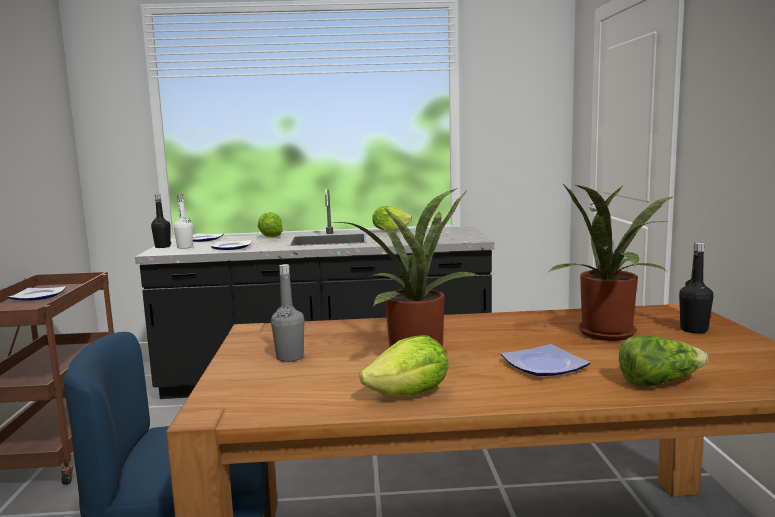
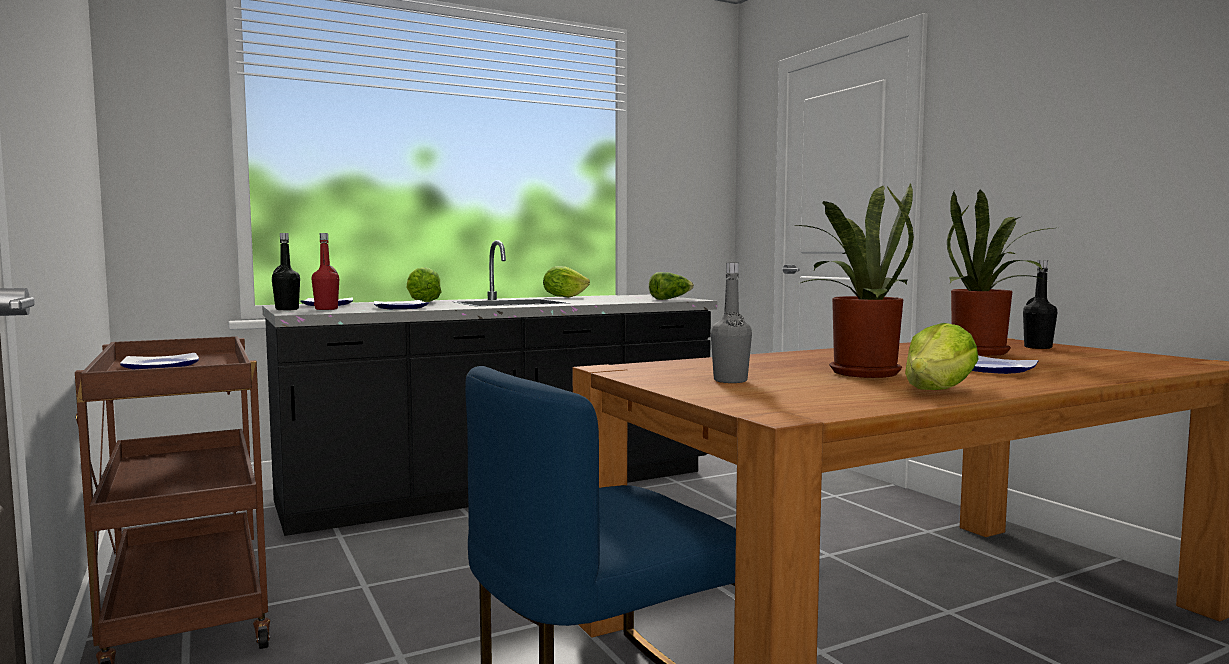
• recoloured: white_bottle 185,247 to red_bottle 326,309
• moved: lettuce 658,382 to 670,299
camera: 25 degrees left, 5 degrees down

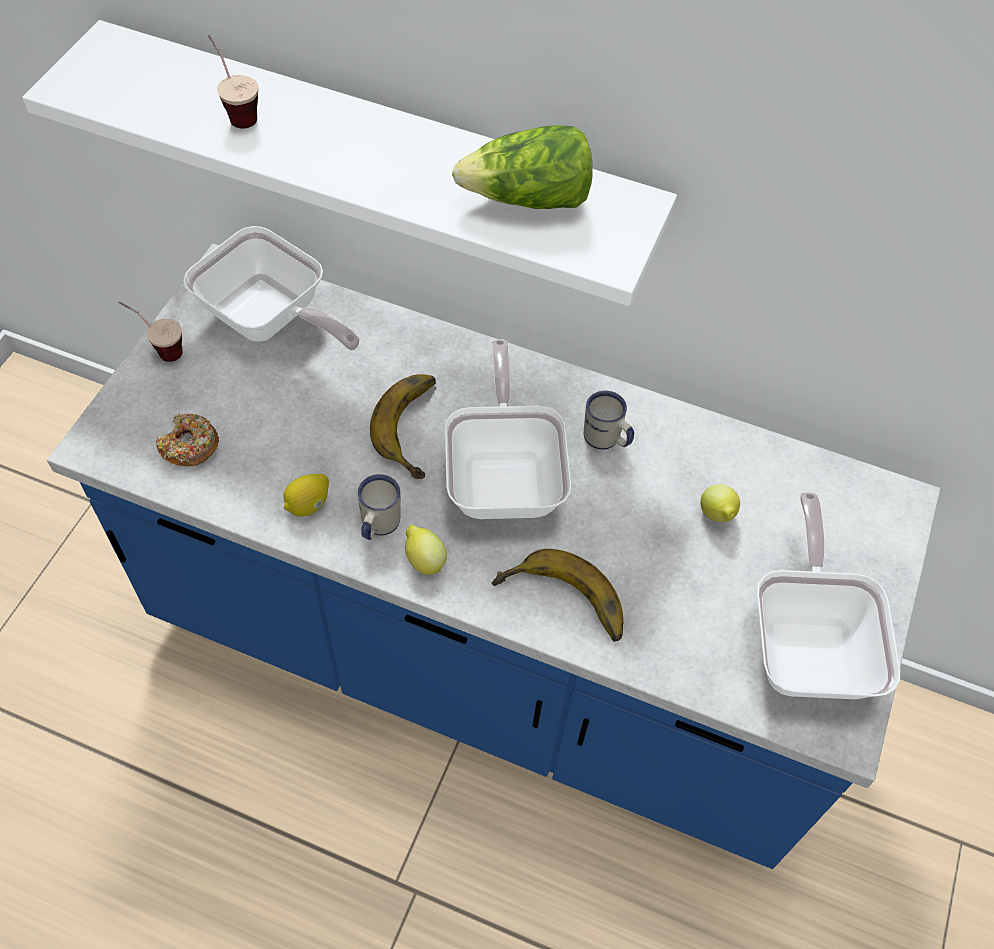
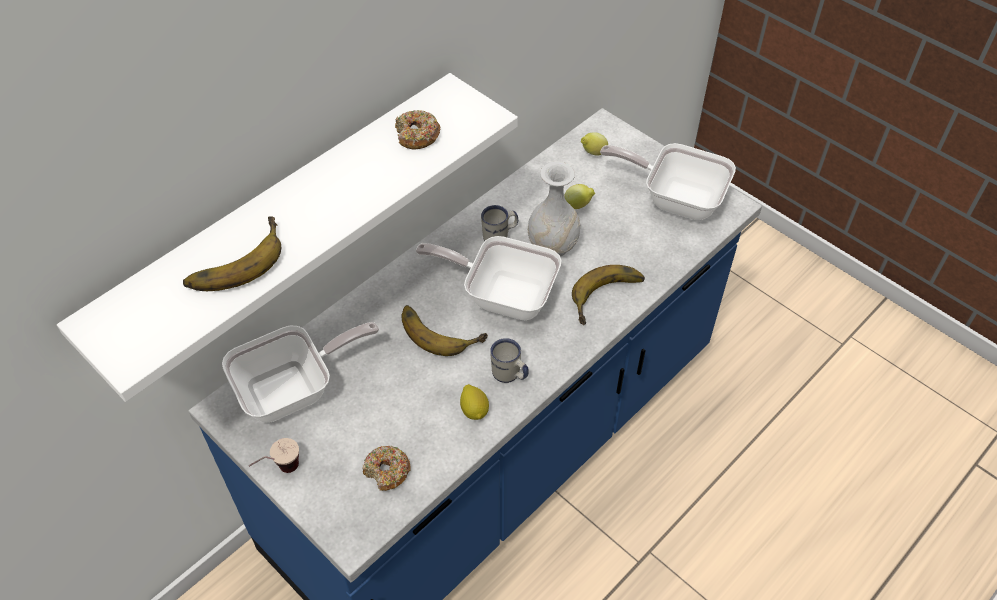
• replaced: cup 236,111 to banana 233,260
• replaced: lettuce 528,200 to donut 417,136
• added: white_vase 553,246
• moved: lemon 424,560 to 593,153
camera: 65 degrees left, 5 degrees down

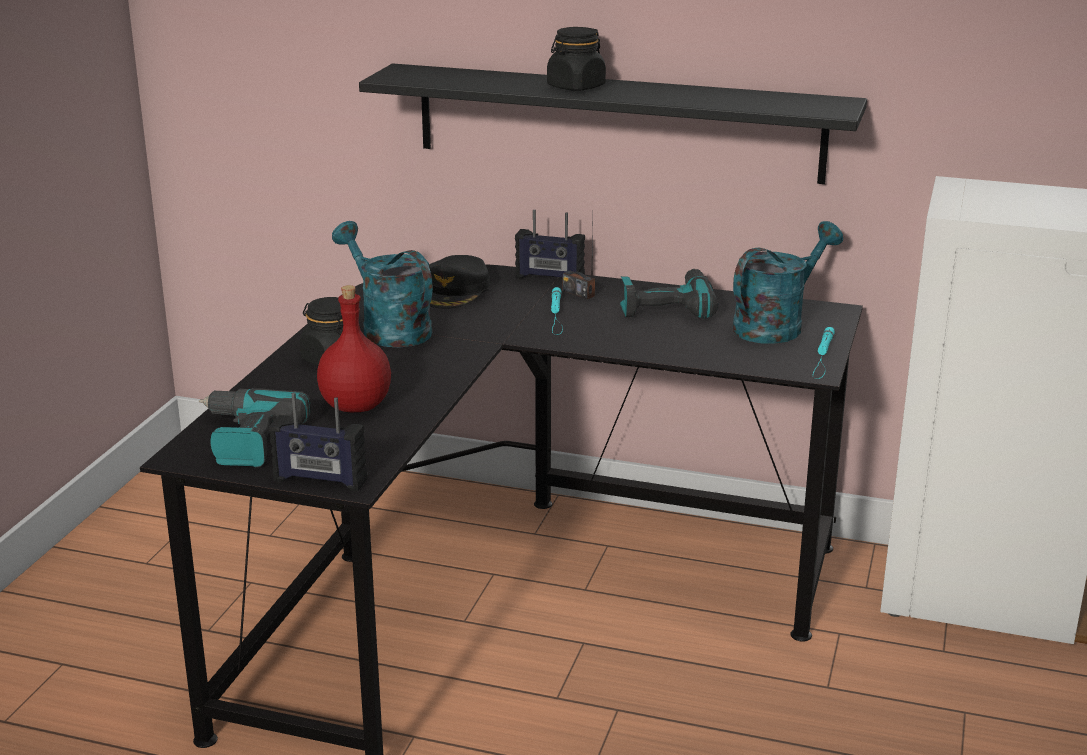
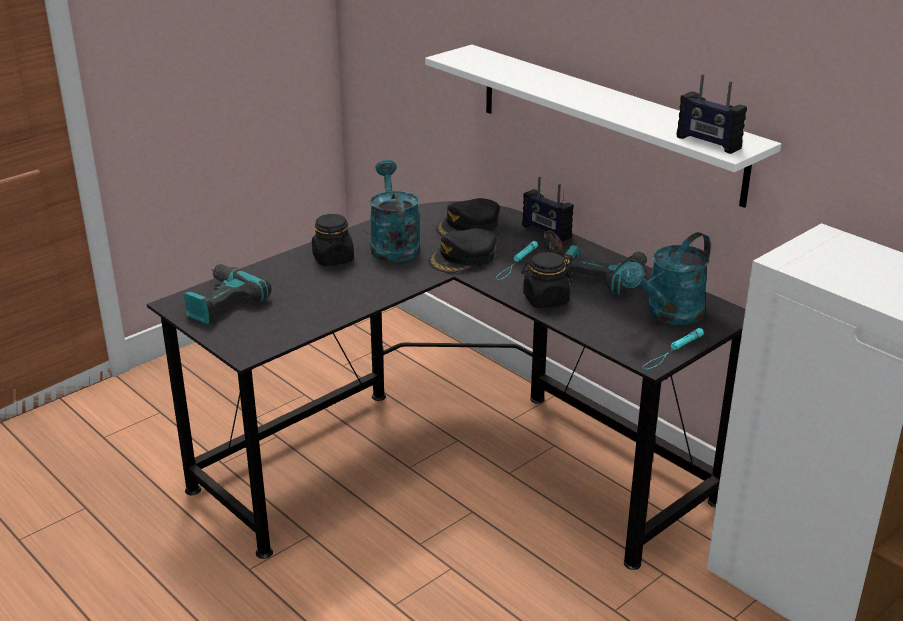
• recoloured: black_shelf 617,122 to white_shelf 607,122
• added: black_cap 463,258
• moved: black_jar 575,87 to 545,300
• turned: turquoise_watering_can 776,325 = 668,315 150 degrees clockwise
• moved: radio 320,481 to 708,143
• removed: red_bottle 354,406
camera: 30 degrees right, 5 degrees up

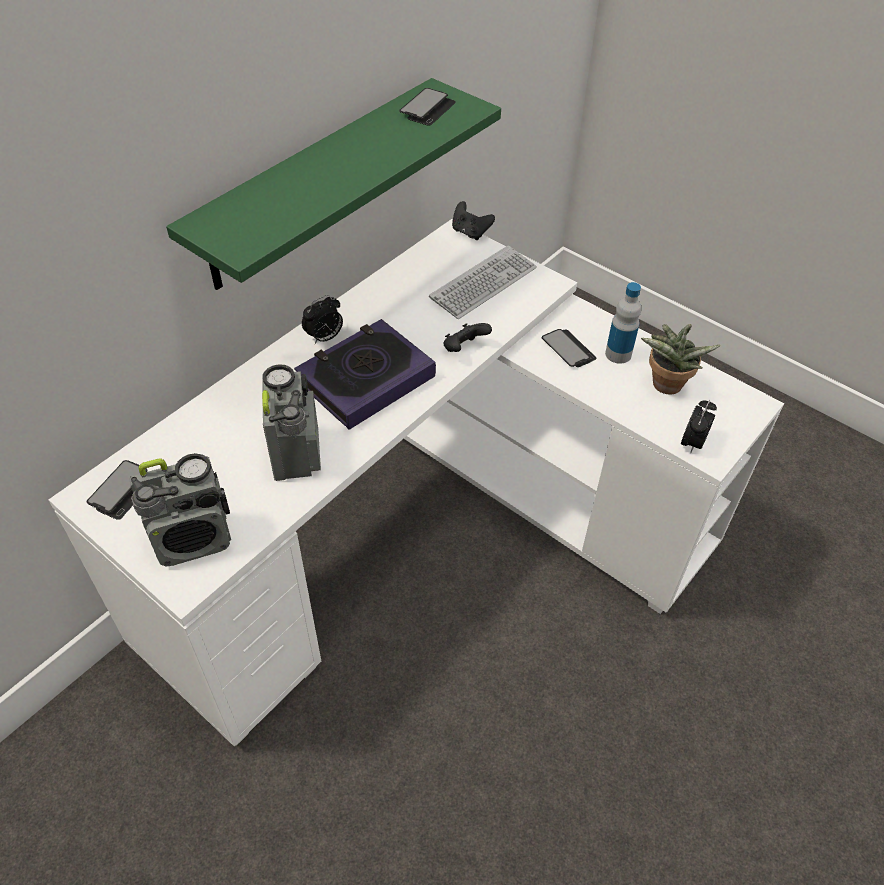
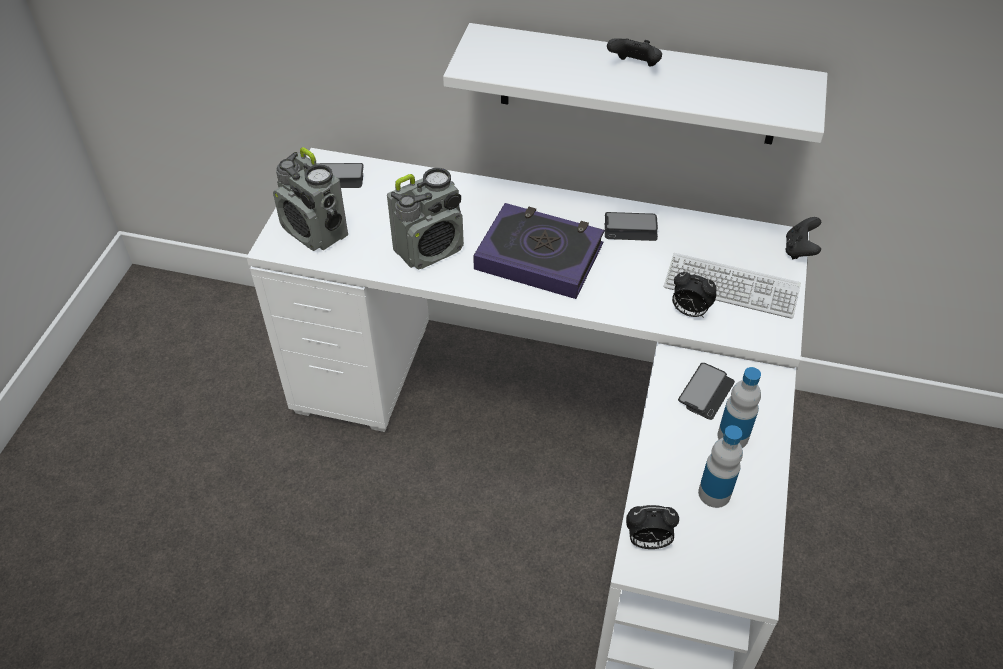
• recoloured: green_shelf 316,184 to white_shelf 638,85
• moved: phone 427,109 to 630,228
• moved: black_game_controller 464,349 to 634,66
• moved: alarm_clock 324,338 to 689,312
• replaced: potted_plant 665,387 to bottle 714,493
camera: 65 degrees right, 0 degrees up

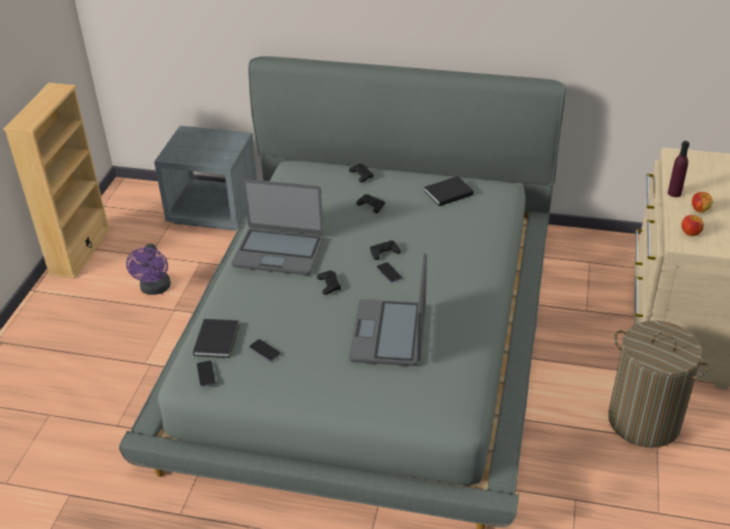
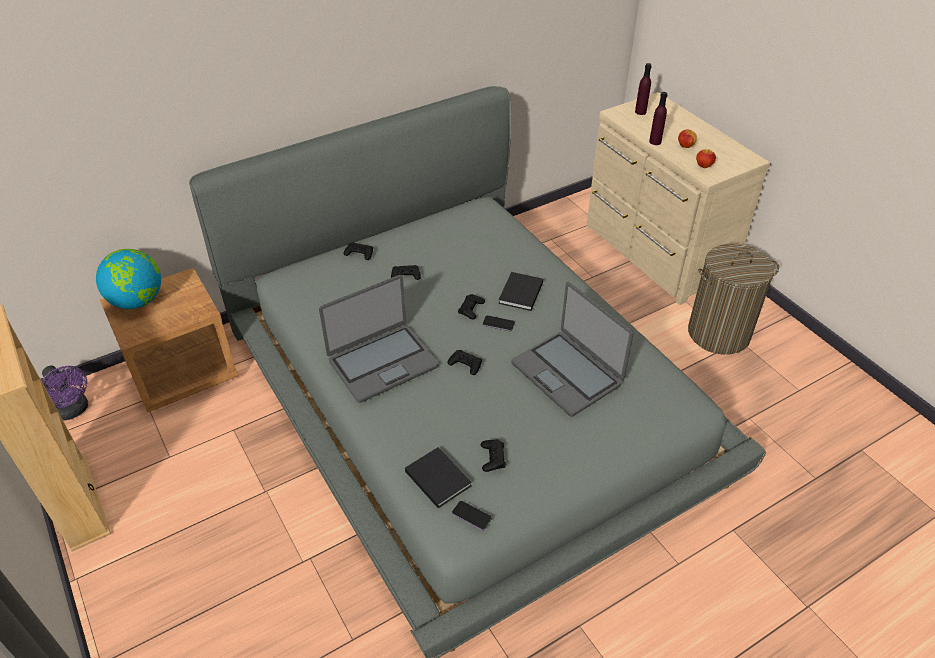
• moved: purple_fan 155,289 to 74,410
• added: globe 137,301
• recoloured: grey_nightstand 214,210 to brown_nightstand 183,372
• replaced: phone 265,351 to black_game_controller 493,458
• moved: black_book 447,193 to 519,293
• added: purple_bottle 640,112
camera: 45 degrees left, 5 degrees up

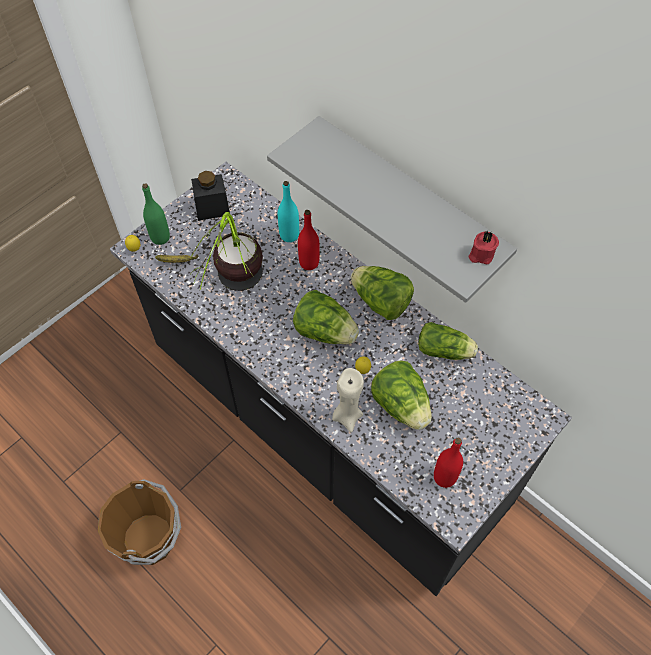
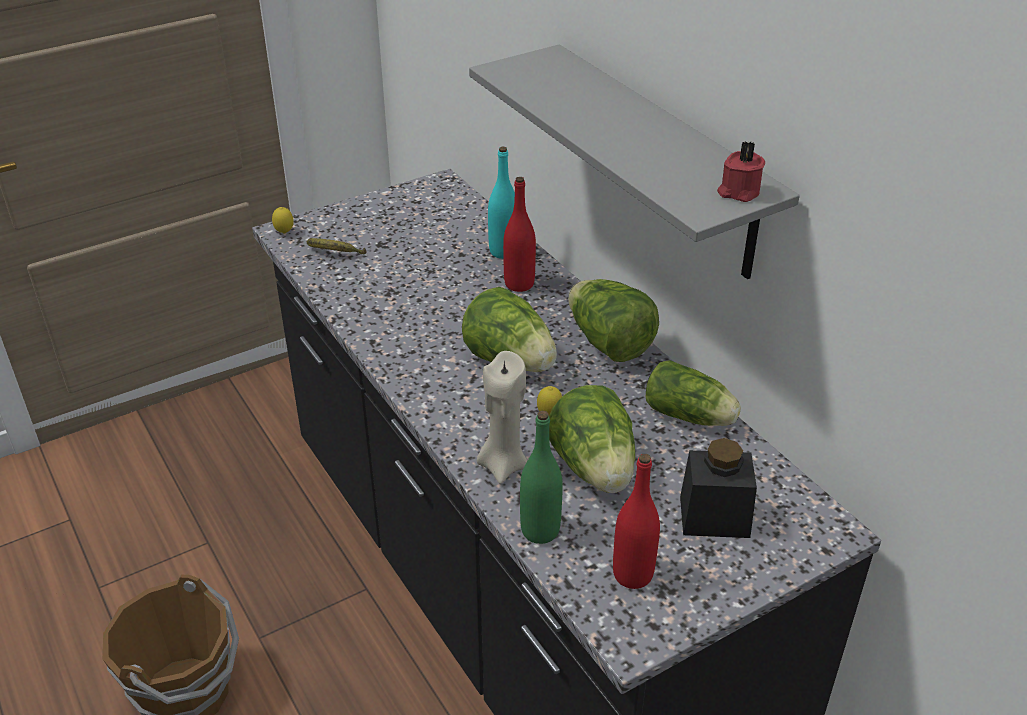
• moved: green_bottle 160,238 to 540,530
• moved: black_jar 212,208 to 714,517
• removed: potted_plant 237,295
camera: 15 degrees right, 20 degrees down

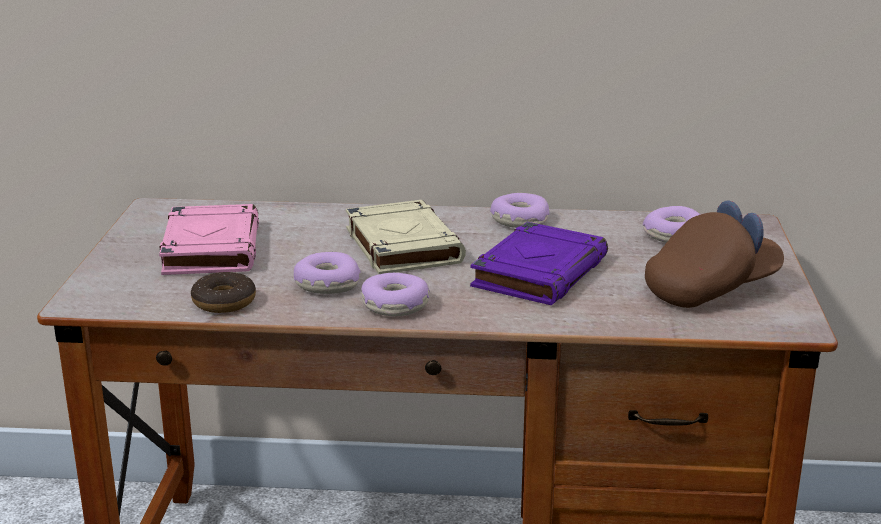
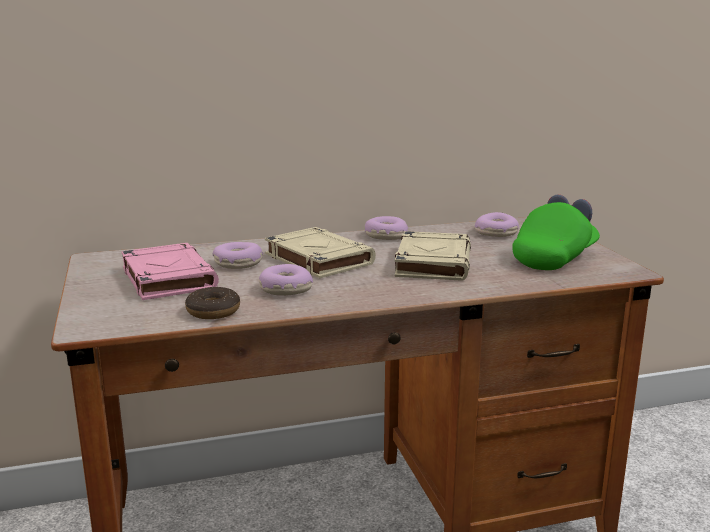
• moved: donut 395,305 to 238,263
• recoloured: purple_book 539,272 to beige_book 432,263
• recoloured: brown_cap 711,289 to green_cap 555,258
camera: 20 degrees left, 5 degrees down

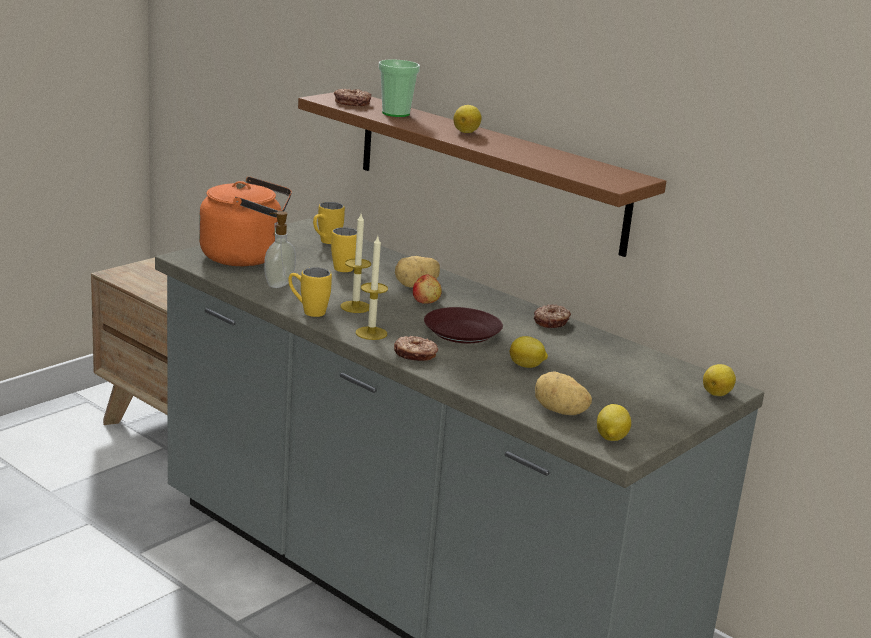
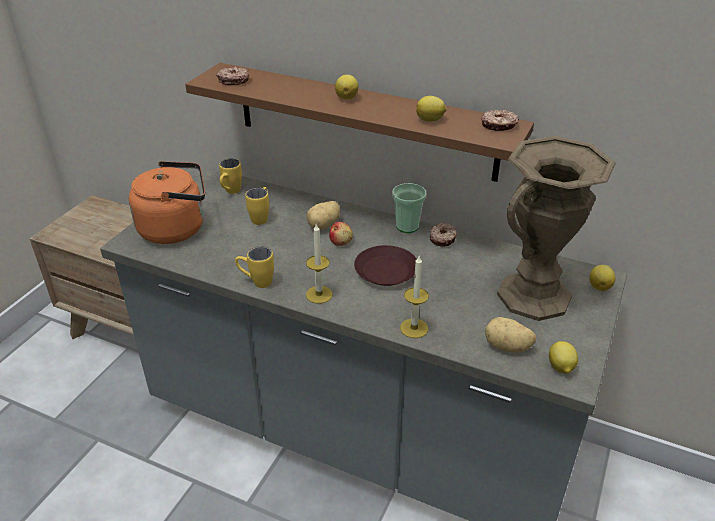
• moved: cup 395,113 to 407,226
• moved: candle 355,307 to 414,328
• moved: lemon 527,366 to 430,120
• moved: donut 415,355 to 498,126
• added: brown_vase 534,296
• removed: soap_dispenser 278,284
camera: 15 degrees left, 15 degrees up

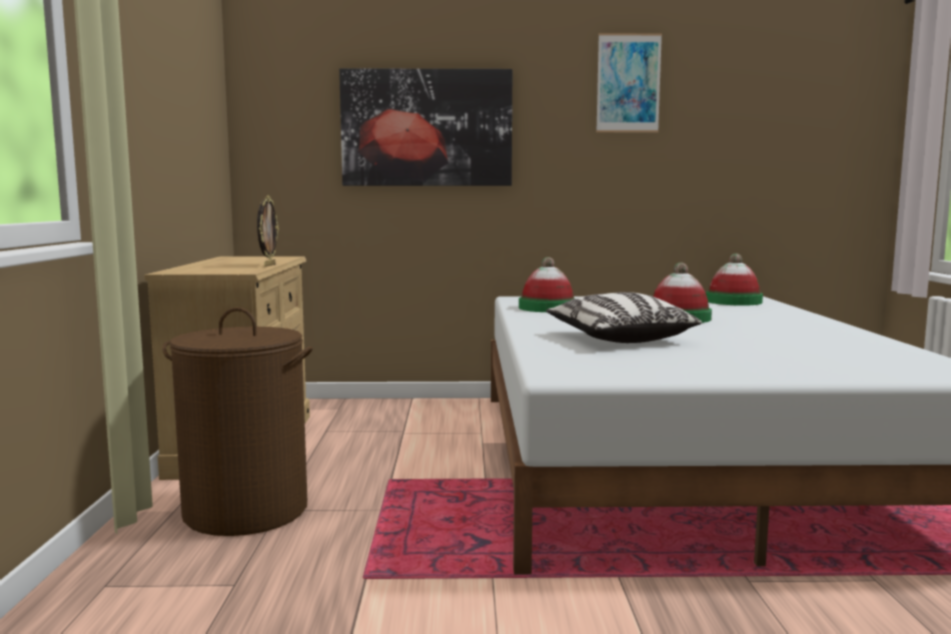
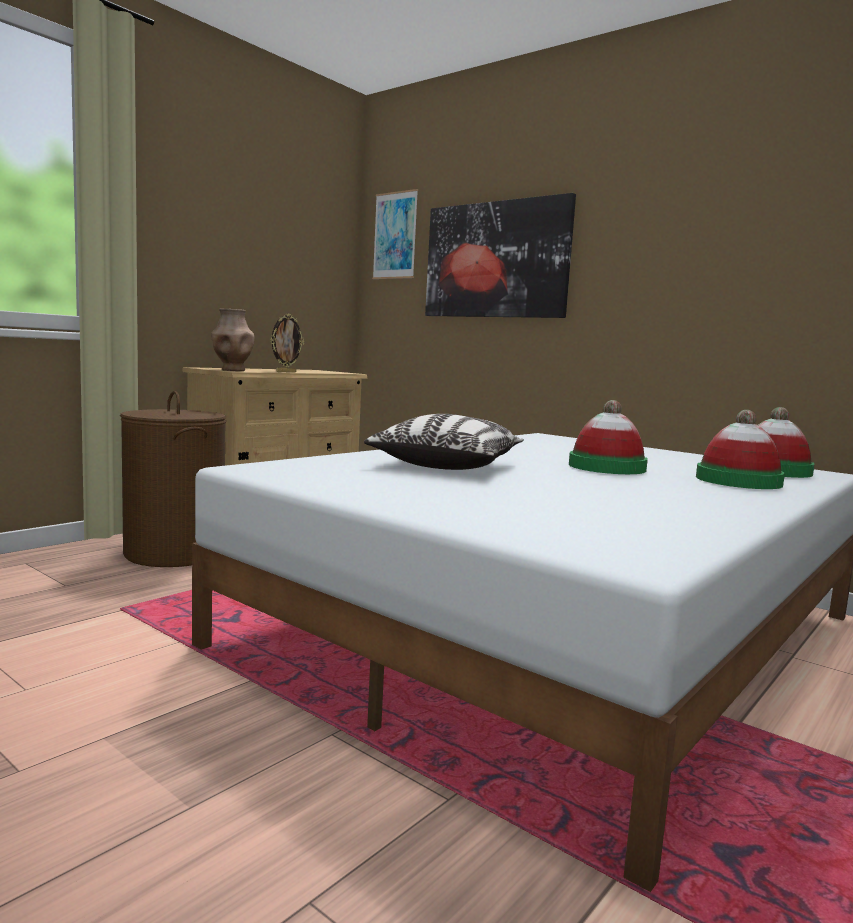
• added: brown_vase 232,370
• moved: picture 628,83 to 395,235
• moved: hat 547,308 to 738,481
camera: 40 degrees right, 0 degrees up

